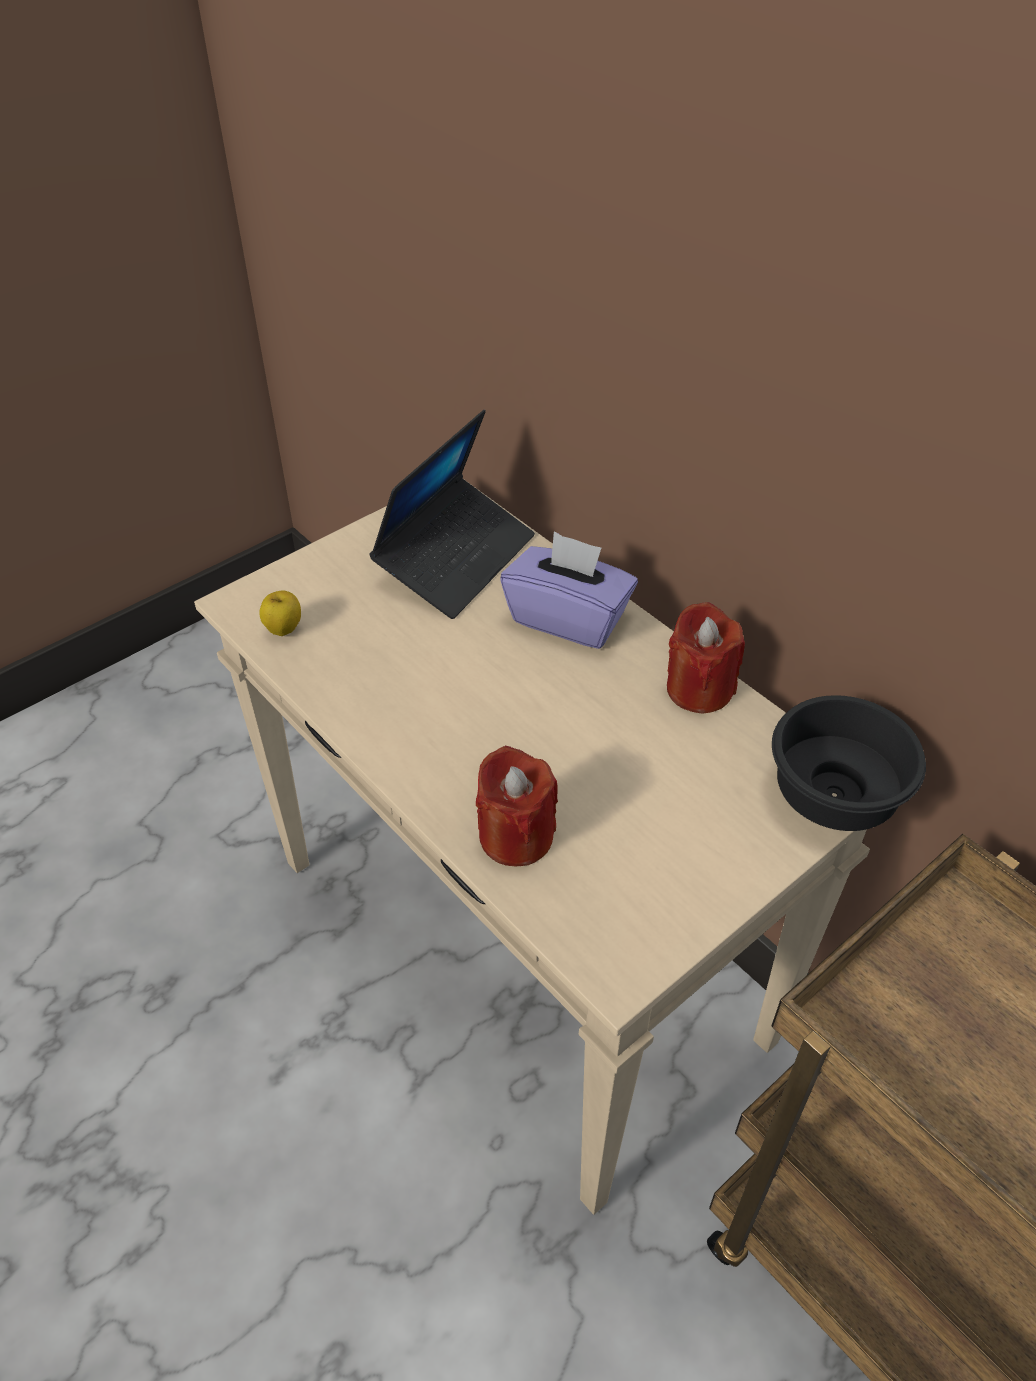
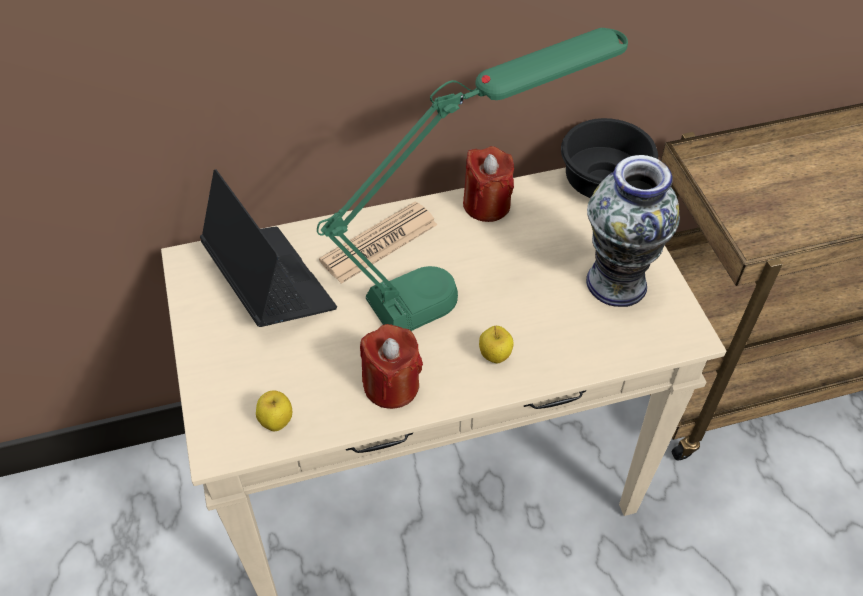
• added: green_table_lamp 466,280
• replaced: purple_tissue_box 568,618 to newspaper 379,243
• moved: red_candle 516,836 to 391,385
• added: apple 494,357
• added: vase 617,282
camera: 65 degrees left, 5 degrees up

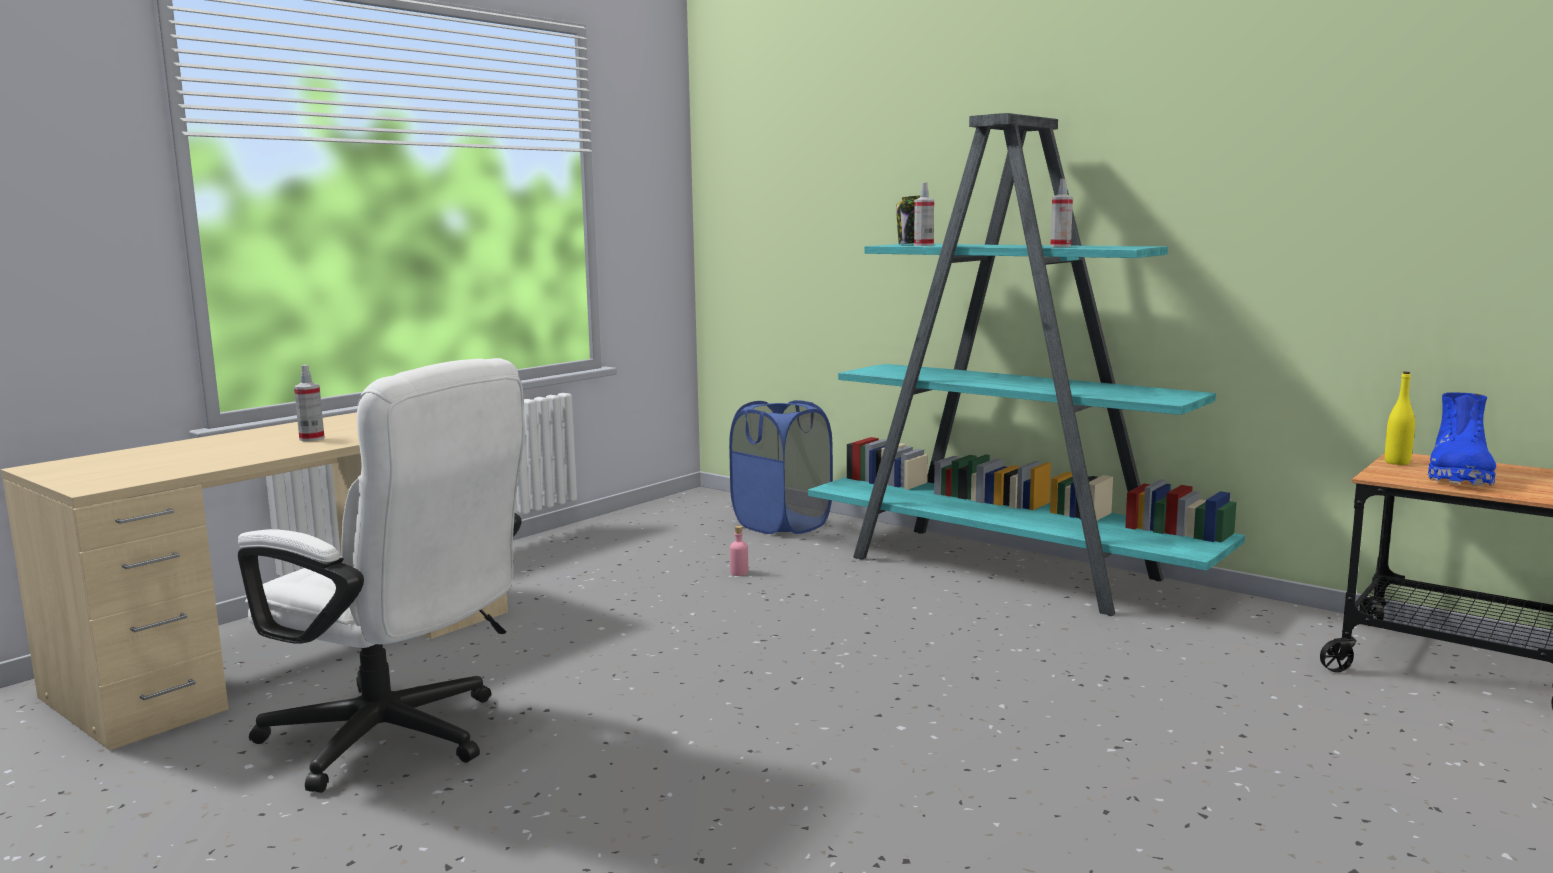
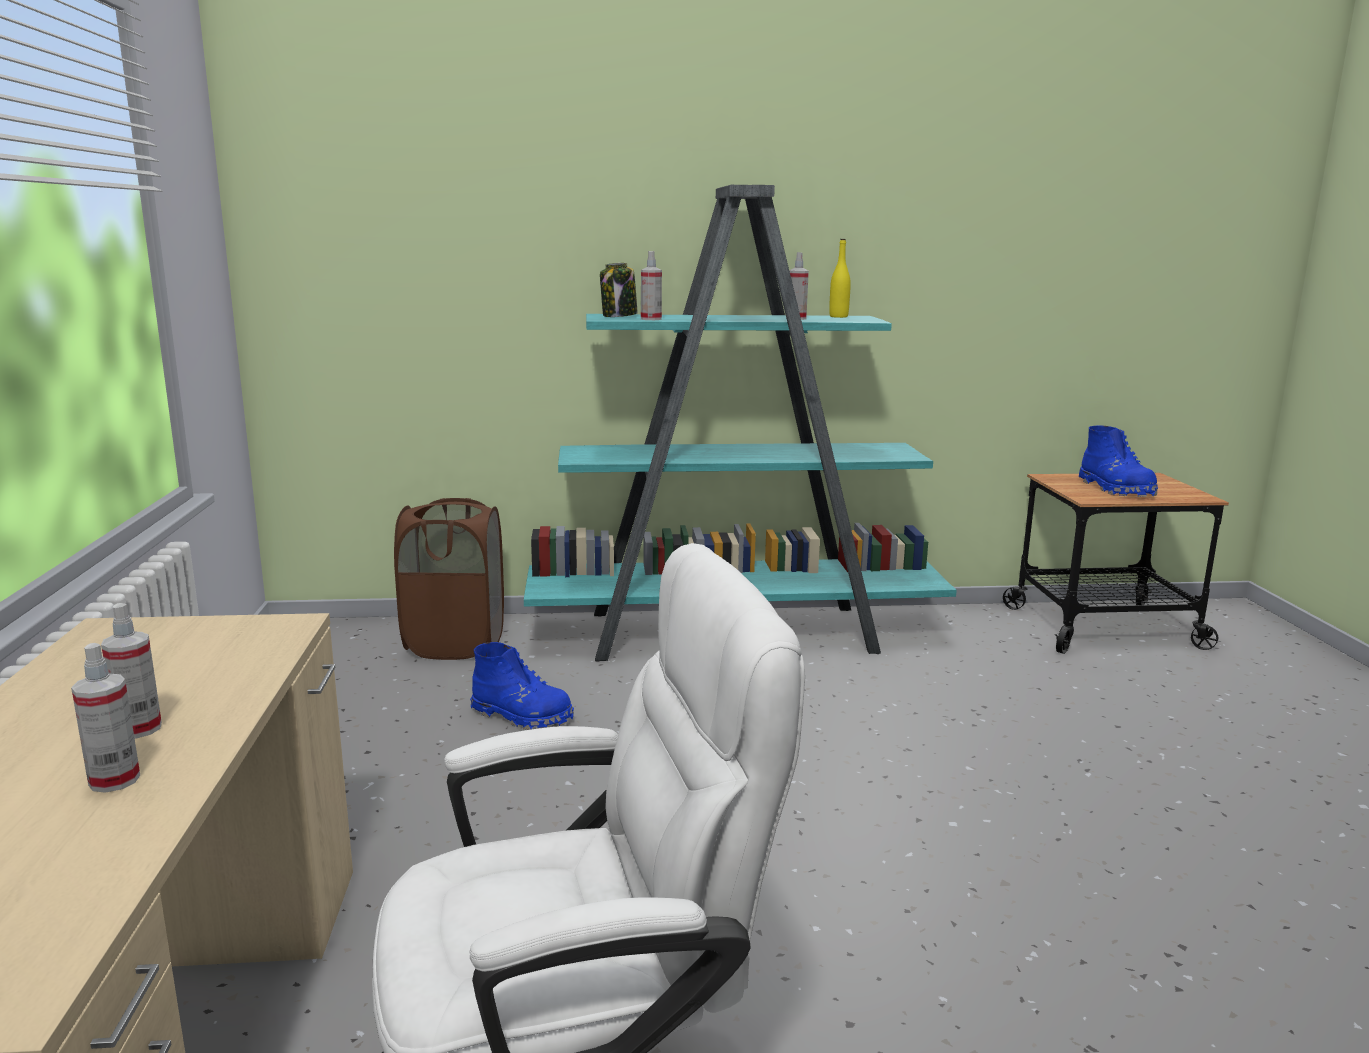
• added: spray_bottle 114,780
• recoloured: blue_laundry_basket 782,524 to brown_laundry_basket 455,643
• replaced: pink_bottle 739,573 to blue_boot 522,716
• moved: yellow_bottle 1397,462 to 838,316
camera: 45 degrees left, 5 degrees up

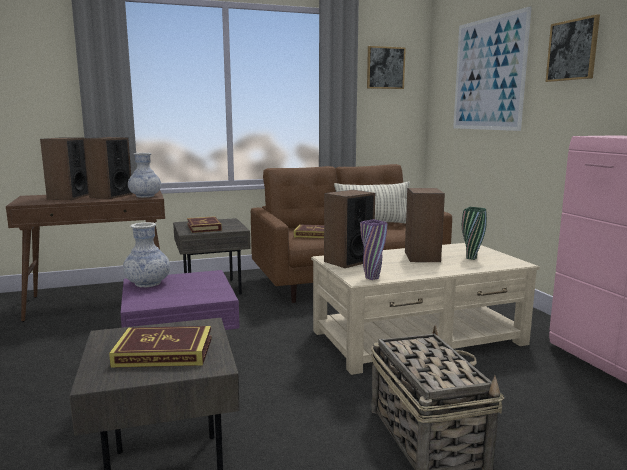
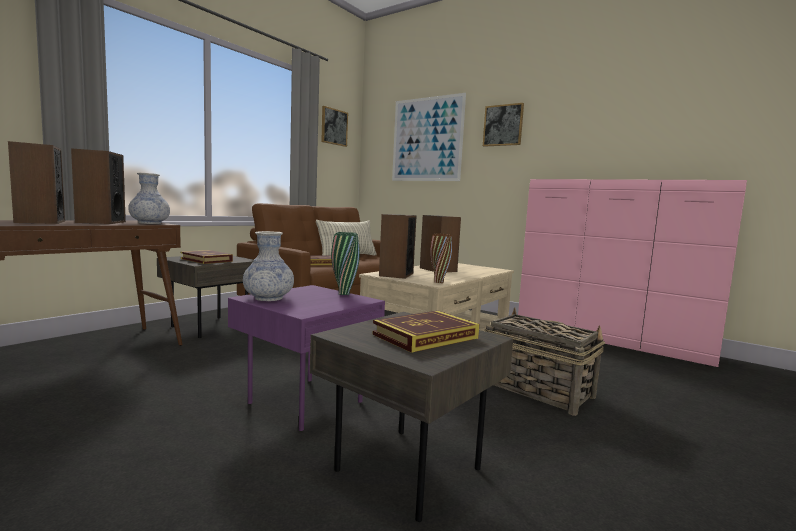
• moved: green_vase 471,258 to 344,293
• recoloured: purple_vase 372,278 to brown_vase 439,282
camera: 35 degrees left, 5 degrees down

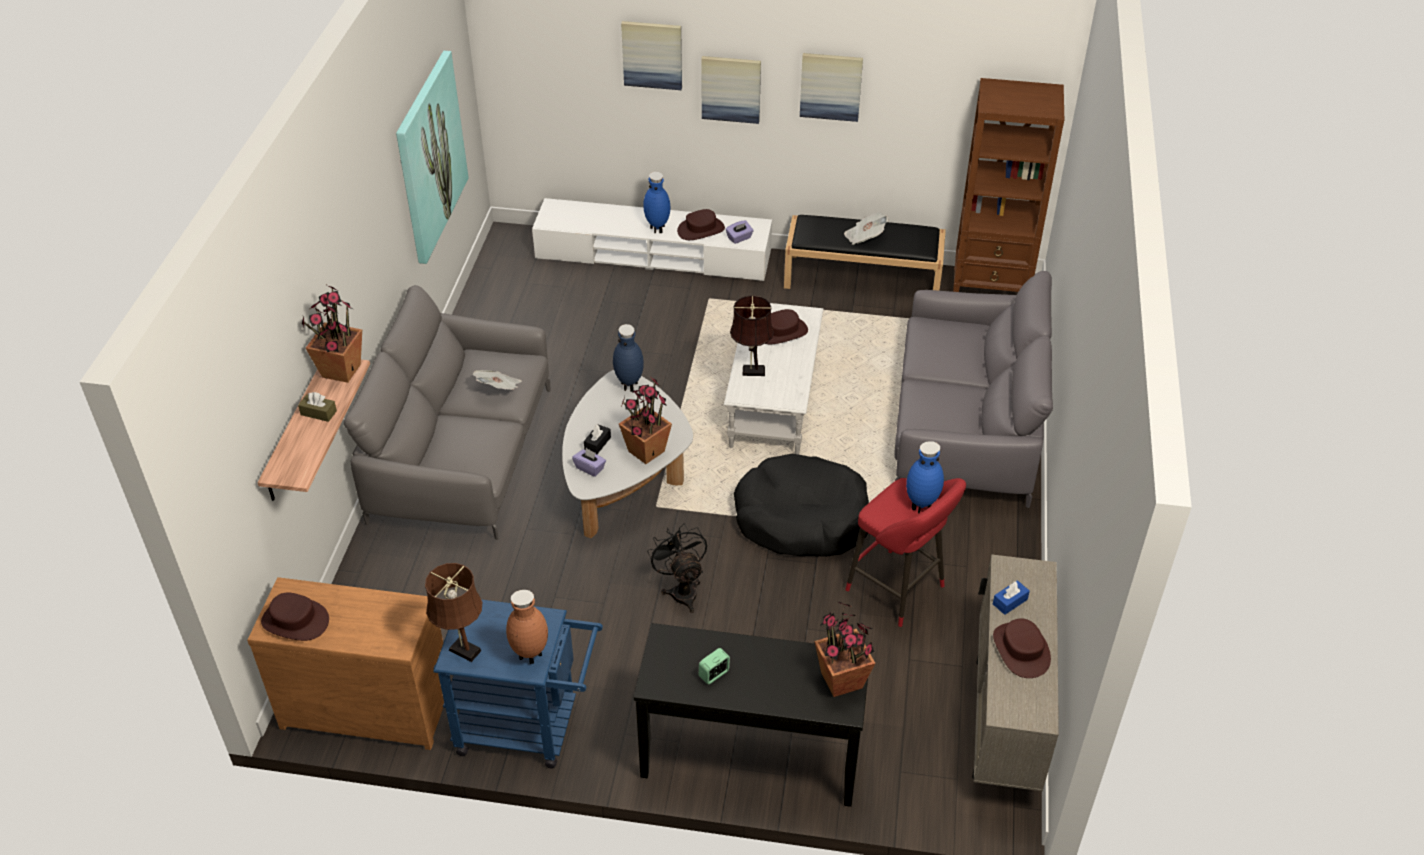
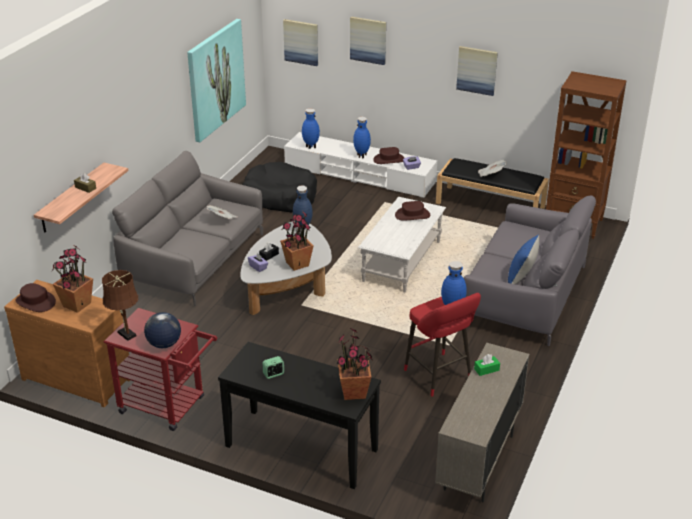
• moved: potted_plant 340,371 to 76,304
• recoloured: blue_cart 528,727 to red_cart 168,406
• replaced: brown_vase 530,657 to globe 164,344
• moved: black_dog_bed 801,519 to 280,196
• moved: picture 731,89 to 301,42
• added: blue_vase 310,147
• recoloured: blue_tissue_box 1010,602 to green_tissue_box 486,369
• added: blue_pillow 521,278
• removed: black_fan 682,590
• removed: brown_table_lamp 751,371
• removed: brown_hat 1021,650
camera: 15 degrees right, 10 degrees down

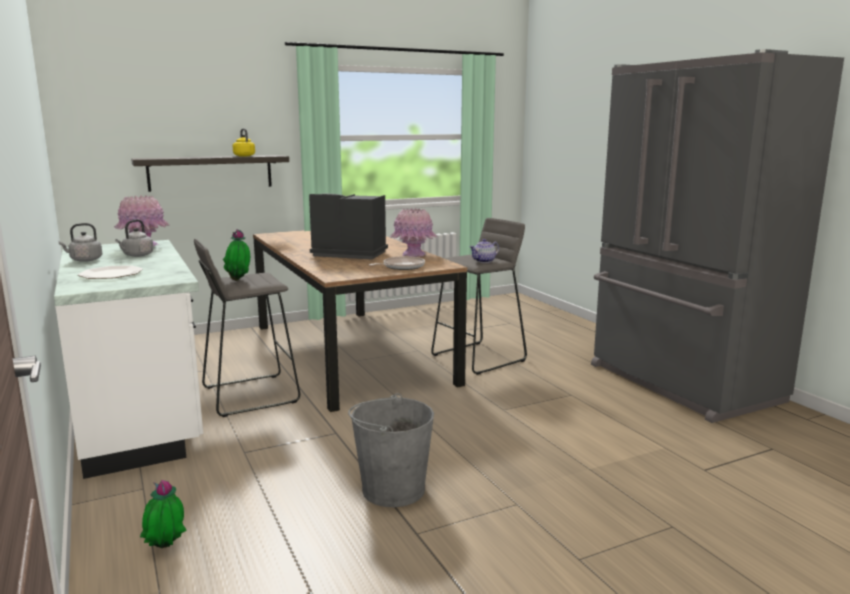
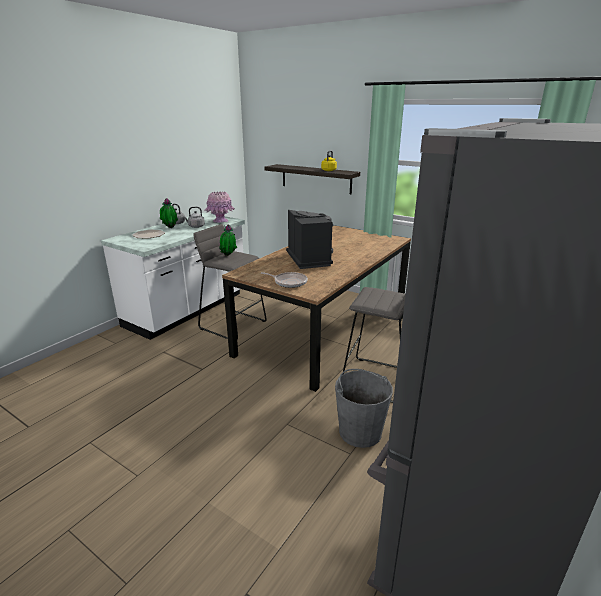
• moved: potted_plant 166,549 to 170,228
• moved: grey_bucket 393,489 to 360,431
• removed: pink_vase 413,254
• removed: teapot 484,261
camera: 60 degrees right, 10 degrees up

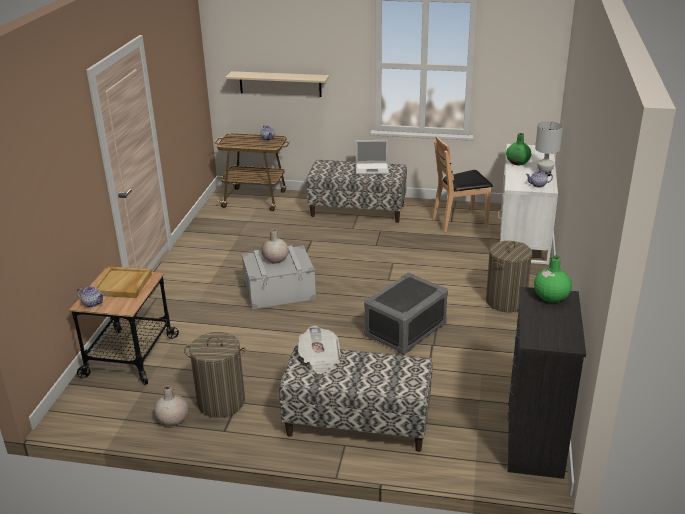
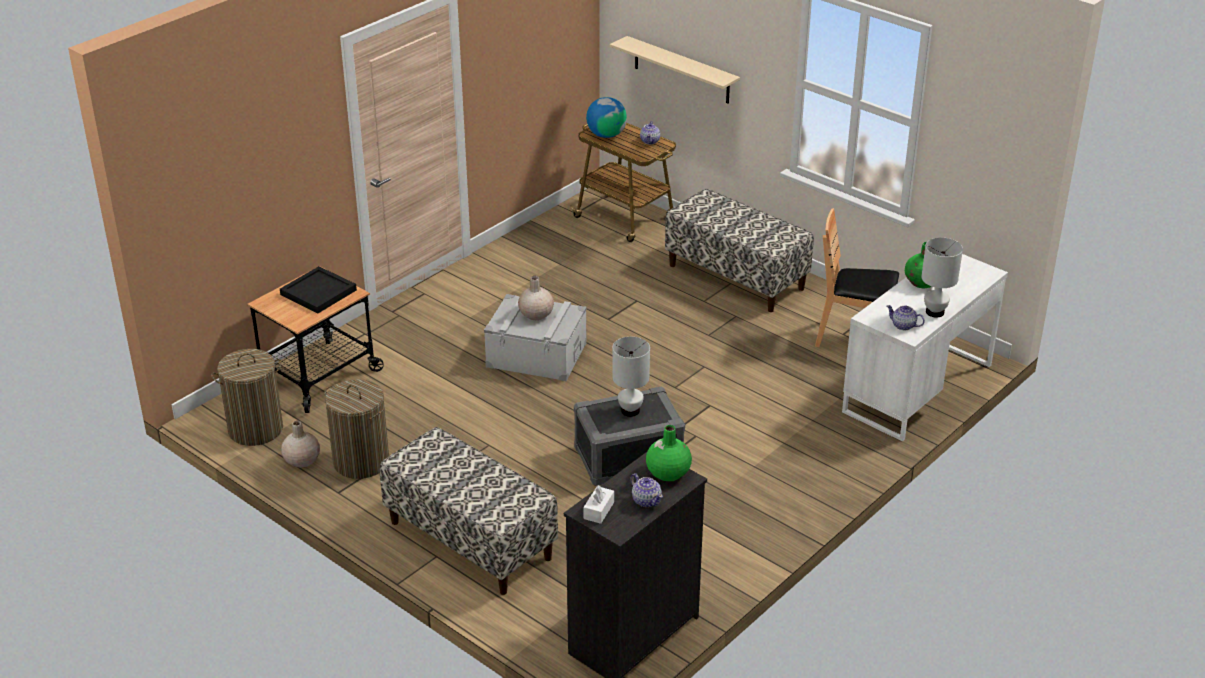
• moved: laundry_basket 505,301 to 255,429
• recoloured: beige_tray 123,285 to black_tray 318,293
• added: white_tissue_box 599,510
• added: globe 606,135
• added: white_table_lamp 630,411
• moved: teapot 92,303 to 646,500
• removed: newspaper 319,360
• removed: laptop 372,169
camera: 30 degrees right, 5 degrees up

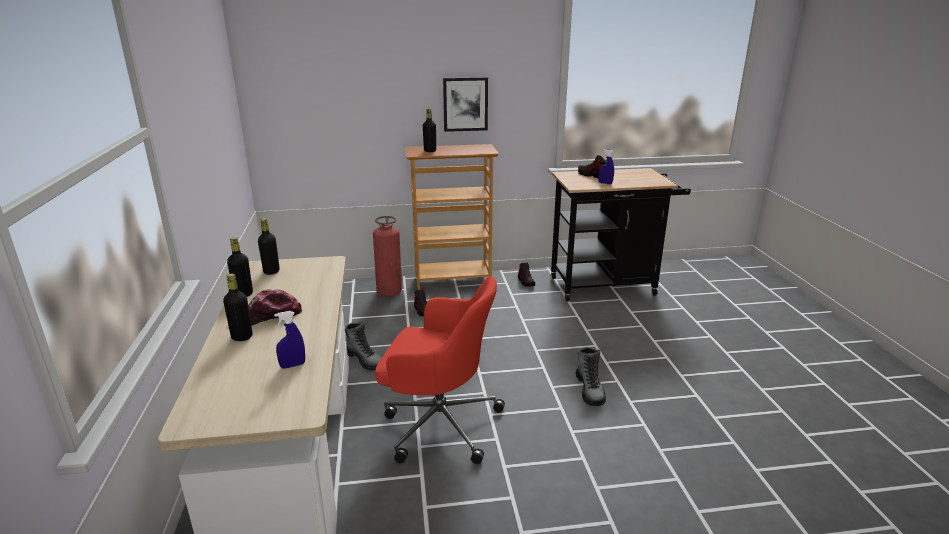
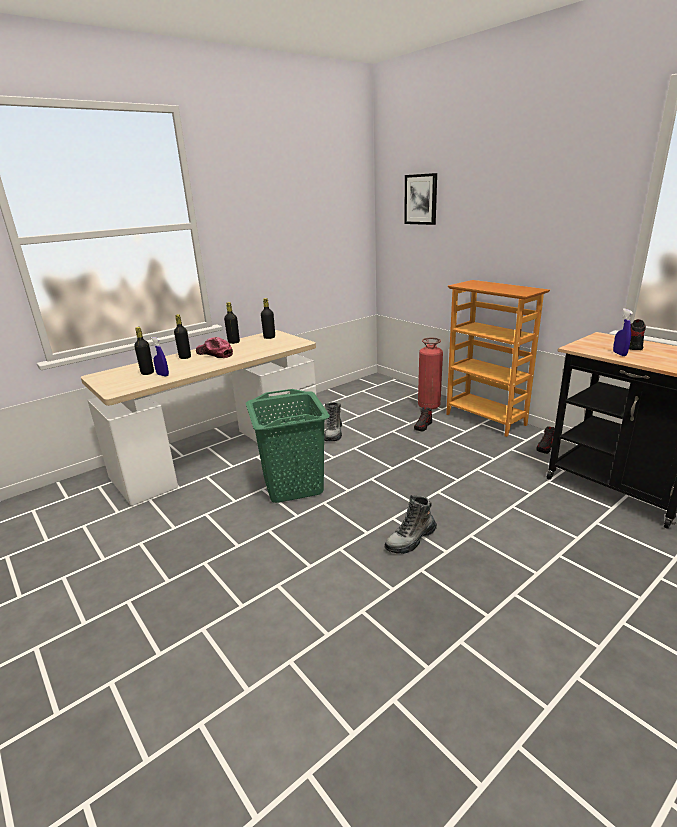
• moved: black_bottle 430,151 to 147,373
• replaced: red_office_chair 439,423 to green_laundry_basket 293,486
• moved: picture 465,104 to 421,199
camera: 60 degrees right, 0 degrees up

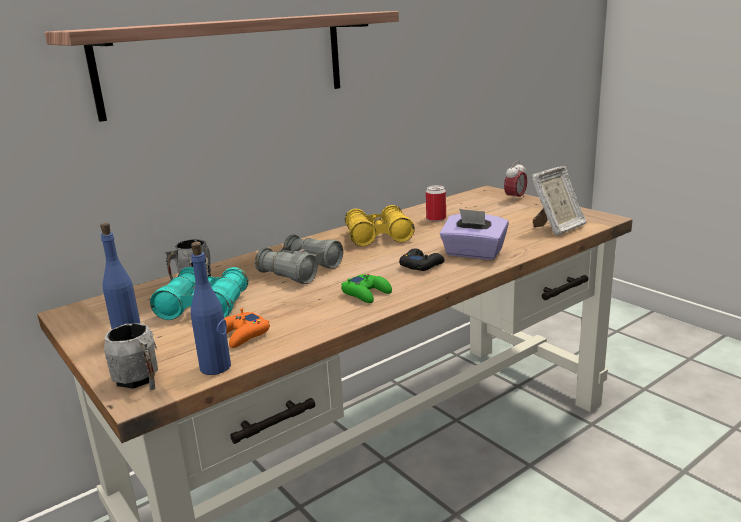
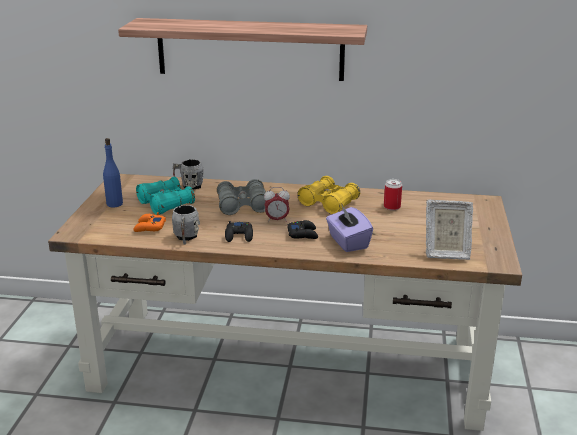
• moved: grey_mug 140,381 to 185,238
• recoloured: green_game_controller 367,293 to black_game_controller 239,235
• moved: alarm_clock 515,198 to 277,220
• removed: blue_bottle 216,367
camera: 45 degrees right, 5 degrees up

